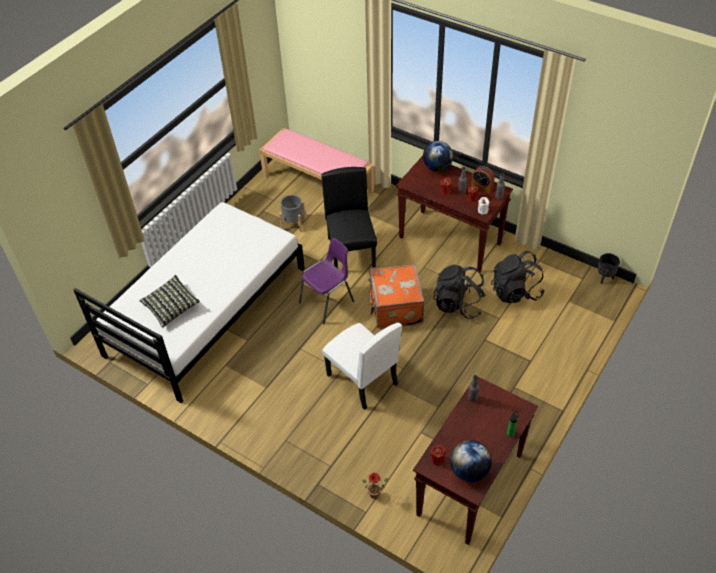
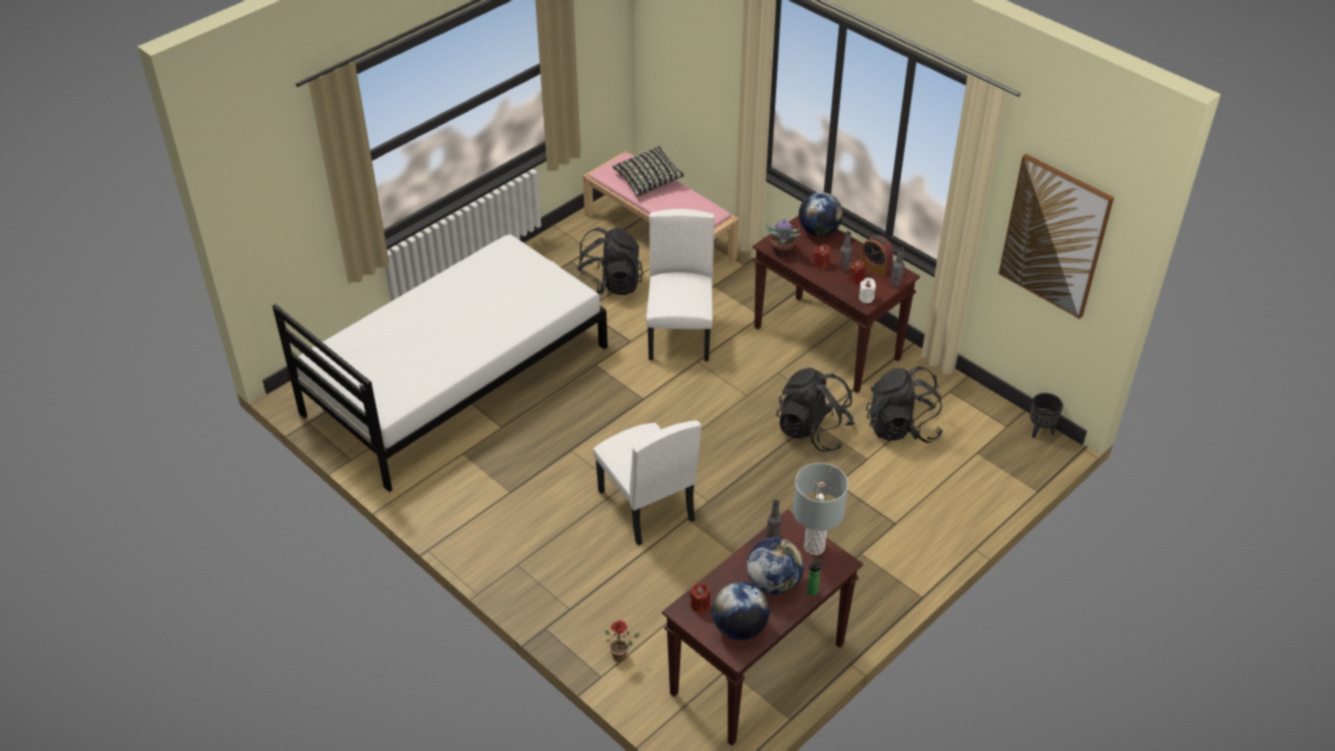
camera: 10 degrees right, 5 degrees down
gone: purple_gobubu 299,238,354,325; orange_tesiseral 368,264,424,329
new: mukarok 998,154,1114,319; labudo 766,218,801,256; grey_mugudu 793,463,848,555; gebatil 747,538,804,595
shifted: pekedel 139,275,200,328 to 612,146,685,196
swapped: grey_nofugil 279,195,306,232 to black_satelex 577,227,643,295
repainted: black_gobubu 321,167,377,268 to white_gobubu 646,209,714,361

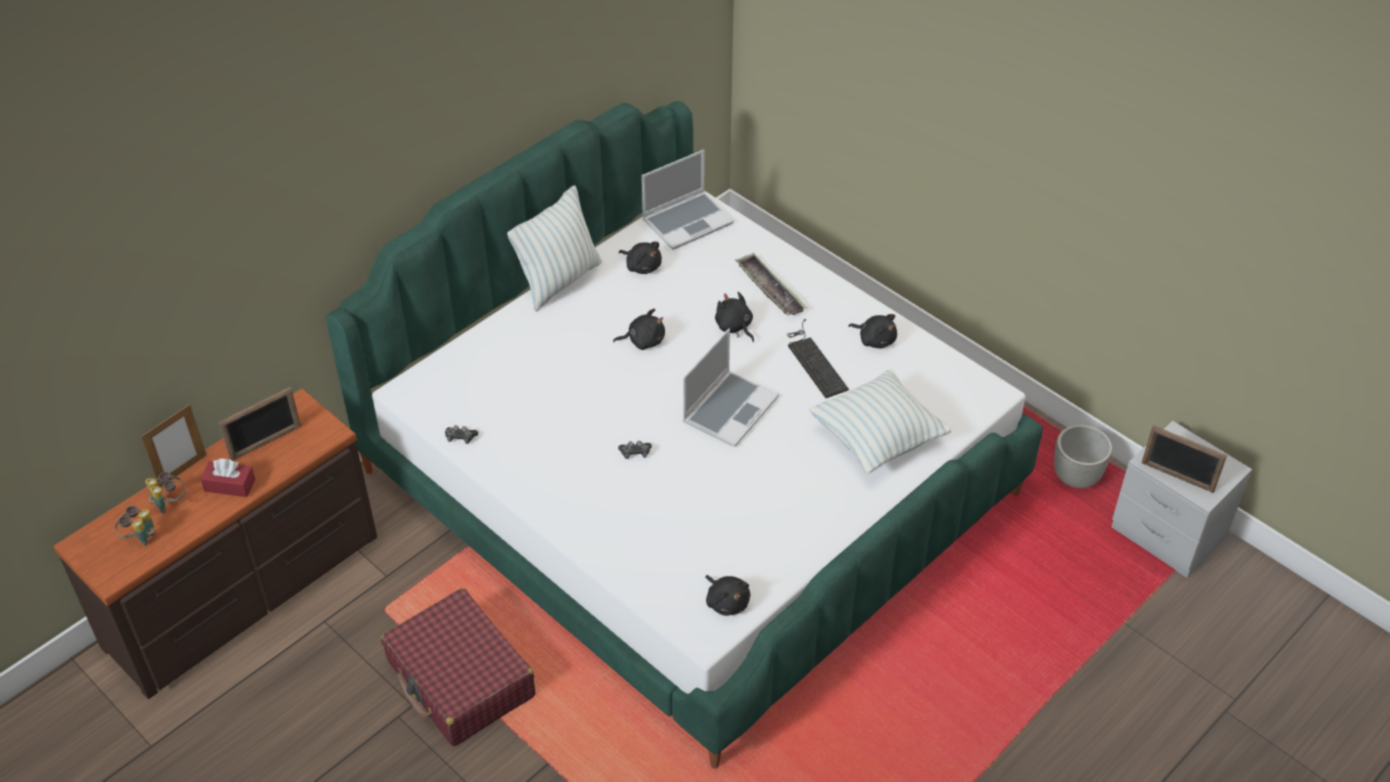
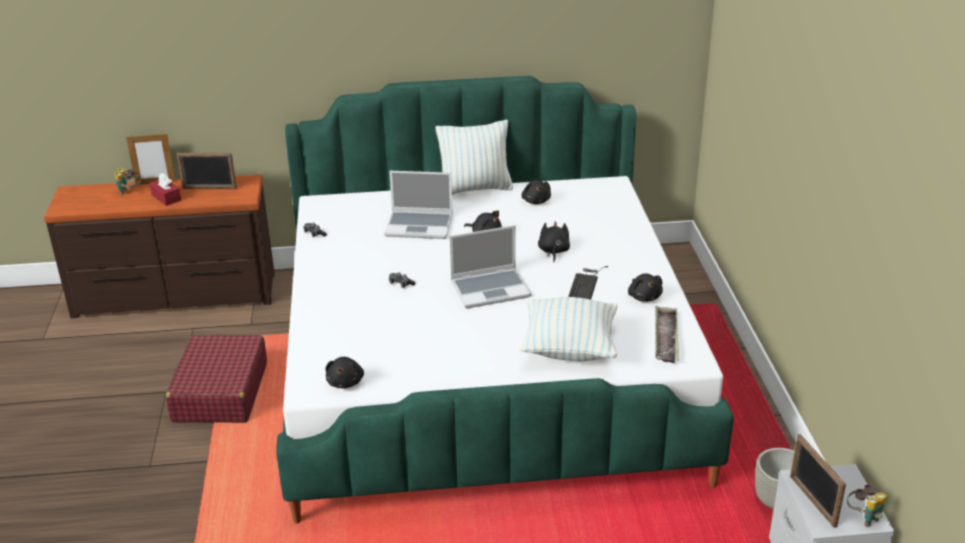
camera: 40 degrees right, 15 degrees down
shifted: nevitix 642,150,734,250 to 384,171,453,239; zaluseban 735,253,807,316 to 655,306,679,363; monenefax 115,506,155,546 to 847,484,887,527

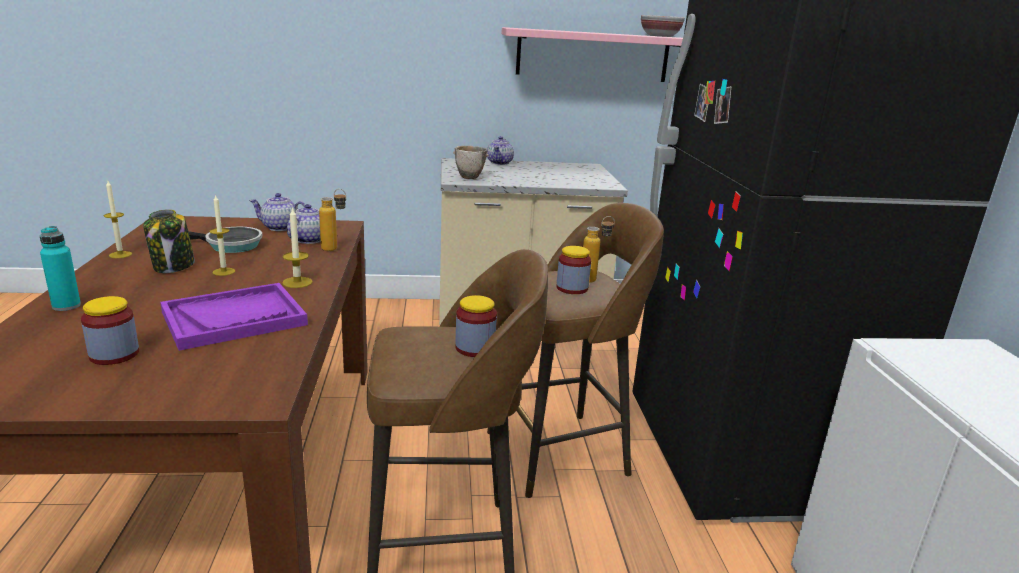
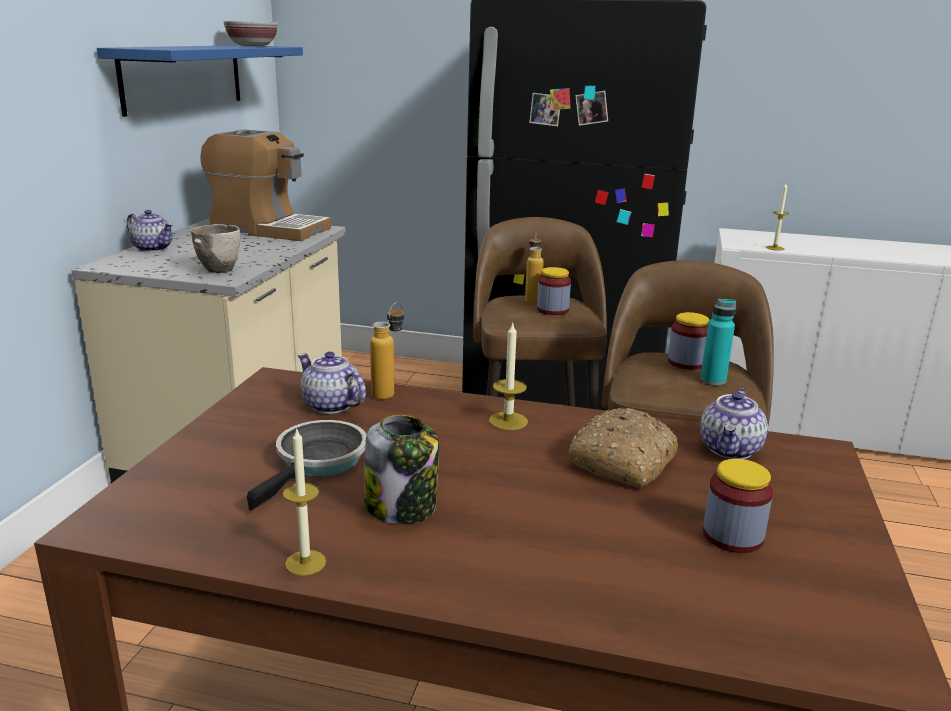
camera: 70 degrees left, 0 degrees up
new: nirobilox 200,129,331,241
shifted: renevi 249,193,306,231 to 700,388,768,459; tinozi 209,194,235,276 to 766,184,789,251; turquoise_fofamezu 40,226,81,311 to 700,299,736,385
swapped: purple_zaluseban 160,283,308,351 to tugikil 568,408,678,488
repainted: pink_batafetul 501,27,683,82 to blue_batafetul 97,45,303,117

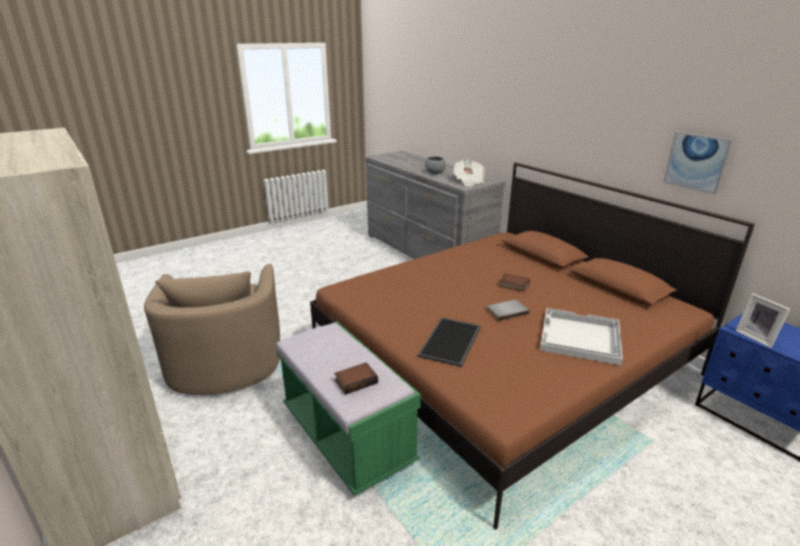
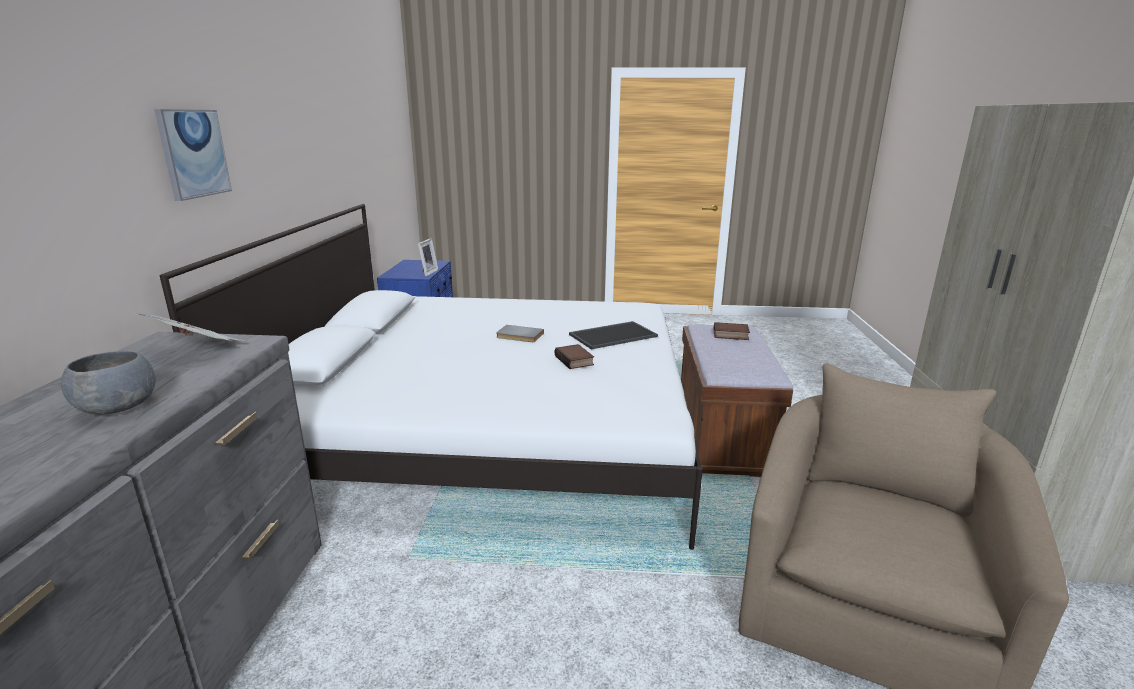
camera: 140 degrees left, 5 degrees down
gone: white_zaluseban 540,308,623,365
shifted: mukarok 664,132,733,194 to 154,109,232,201; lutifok 499,274,530,292 to 555,344,594,369
repainted: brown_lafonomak 310,162,755,530 to white_lafonomak 159,204,703,550; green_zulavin 276,321,421,496 to brown_zulavin 681,325,793,477

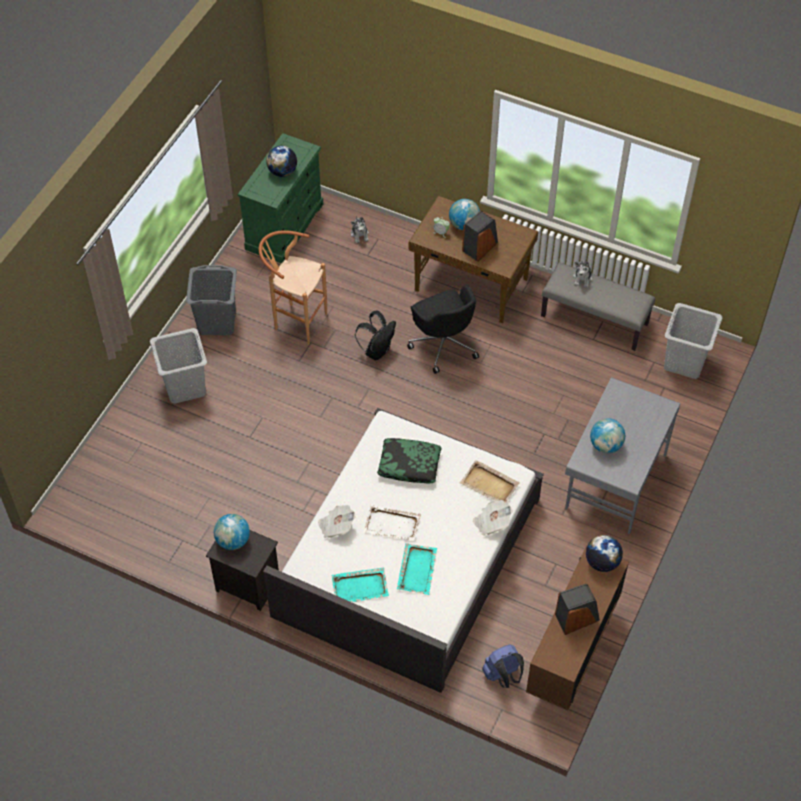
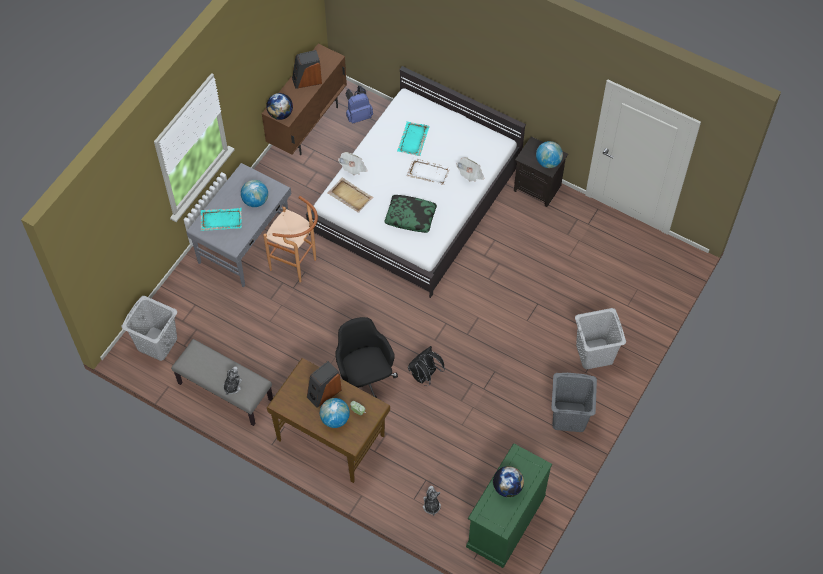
camera: 175 degrees left, 5 degrees up
shifted: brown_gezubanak 259,230,327,344 to 263,196,318,283; turquoise_zaluseban 331,567,389,602 to 201,208,242,231

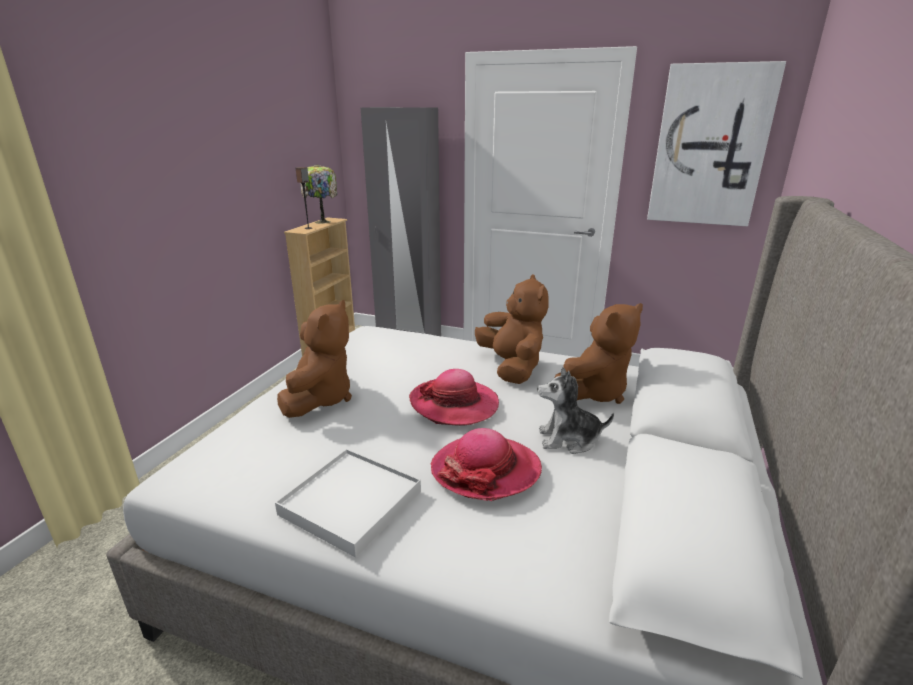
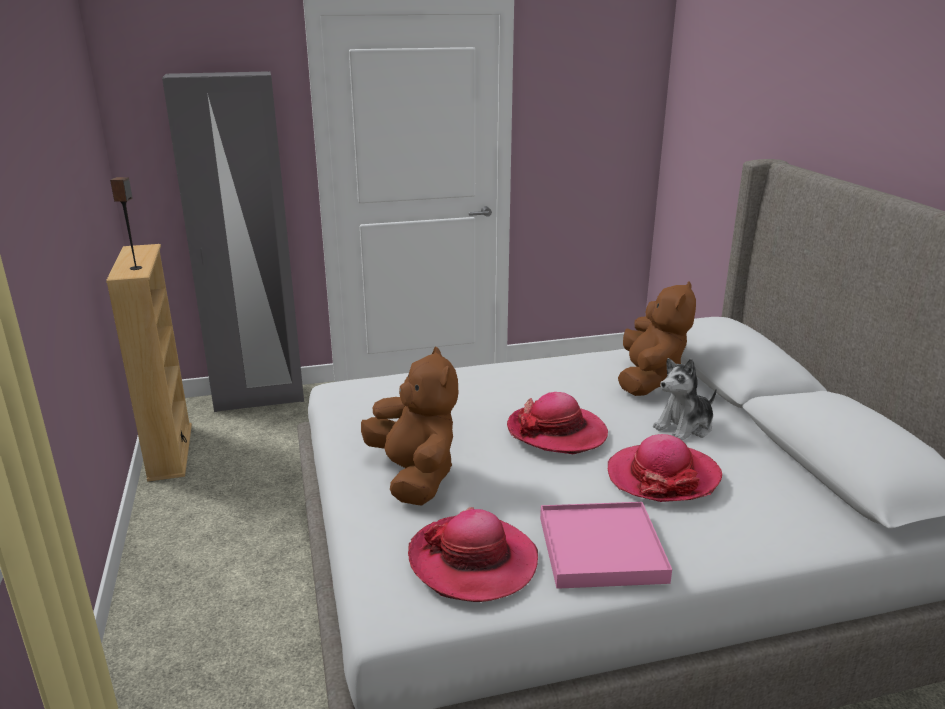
camera: 35 degrees left, 0 degrees up
gone: mukarok 647,61,786,226; mugudu 300,164,337,224; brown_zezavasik 475,274,549,384
new: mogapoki 408,507,538,602
repainted: white_zaluseban 275,449,421,557 to pink_zaluseban 540,502,672,589

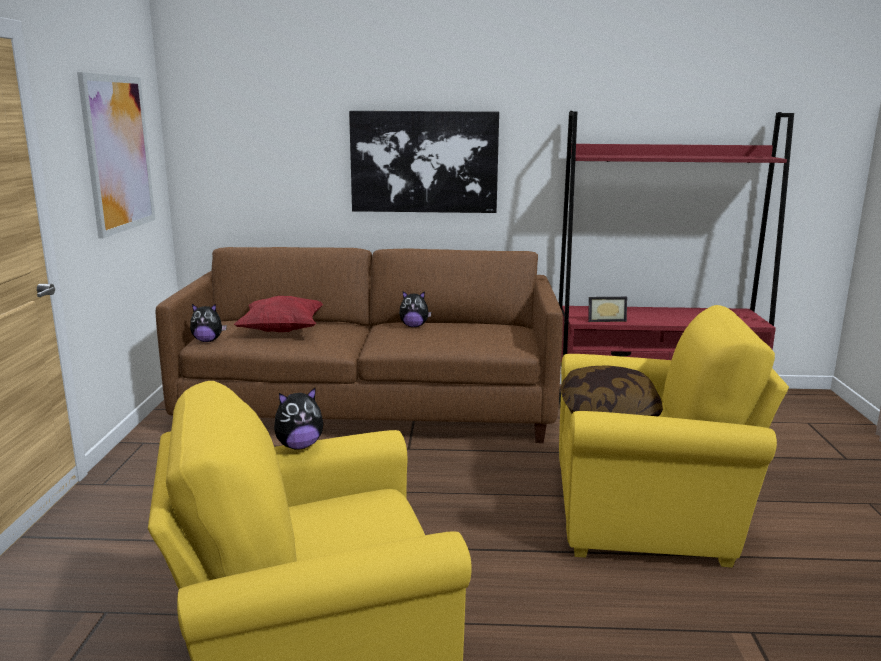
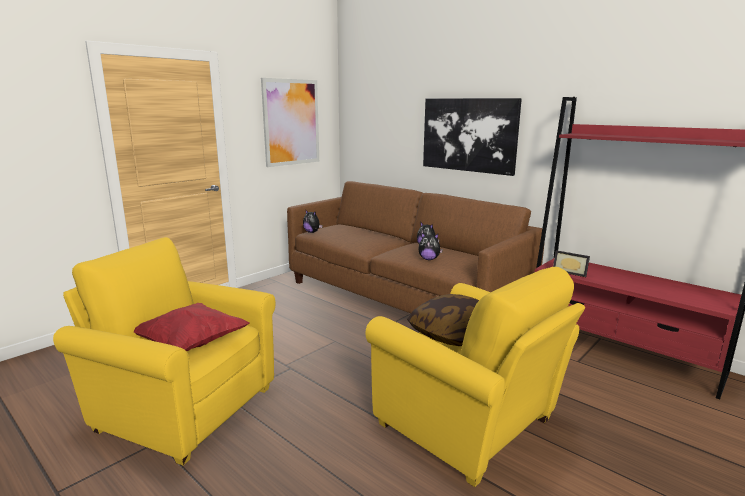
camera: 40 degrees right, 0 degrees up
shifted: red_pekedel 234,296,323,332 to 134,303,250,351; zezavasik 274,387,323,450 to 418,233,443,260

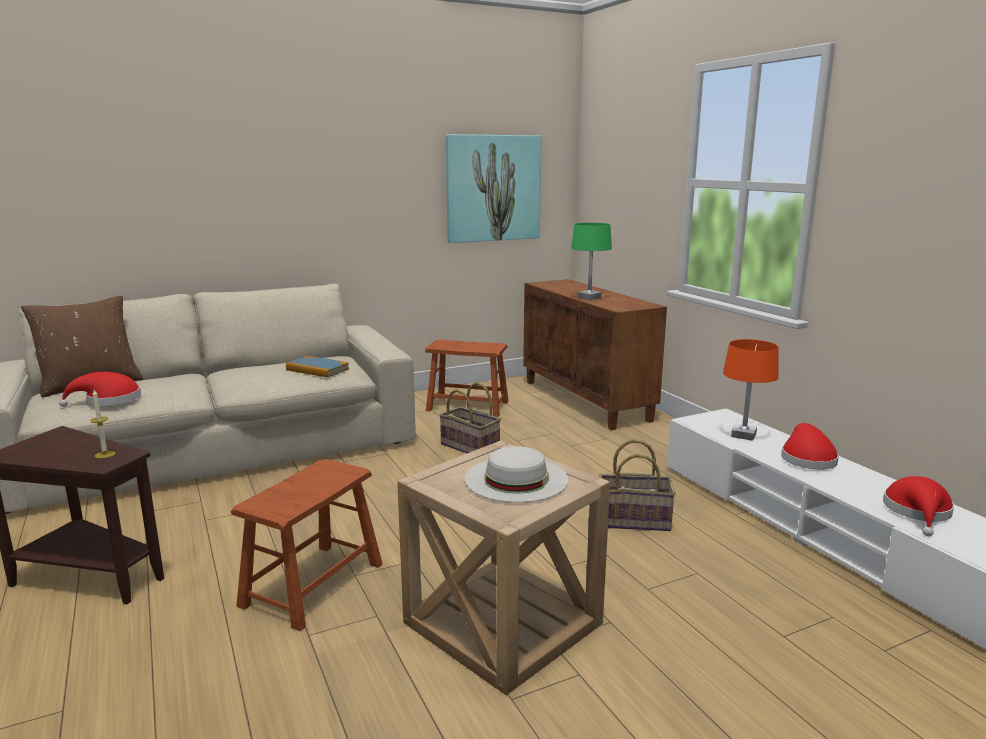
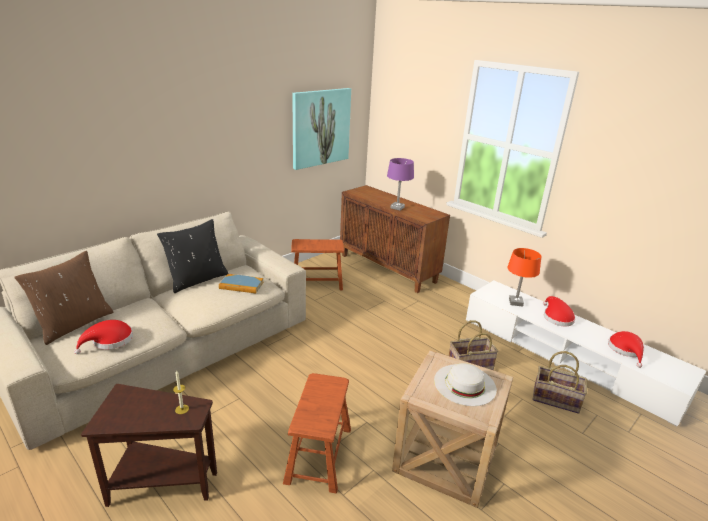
camera: 20 degrees left, 10 degrees up
new: black_pekedel 157,219,228,293
shifted: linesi 439,382,501,453 to 533,351,587,414
repainted: green_mugudu 571,223,612,300 to purple_mugudu 387,158,414,211

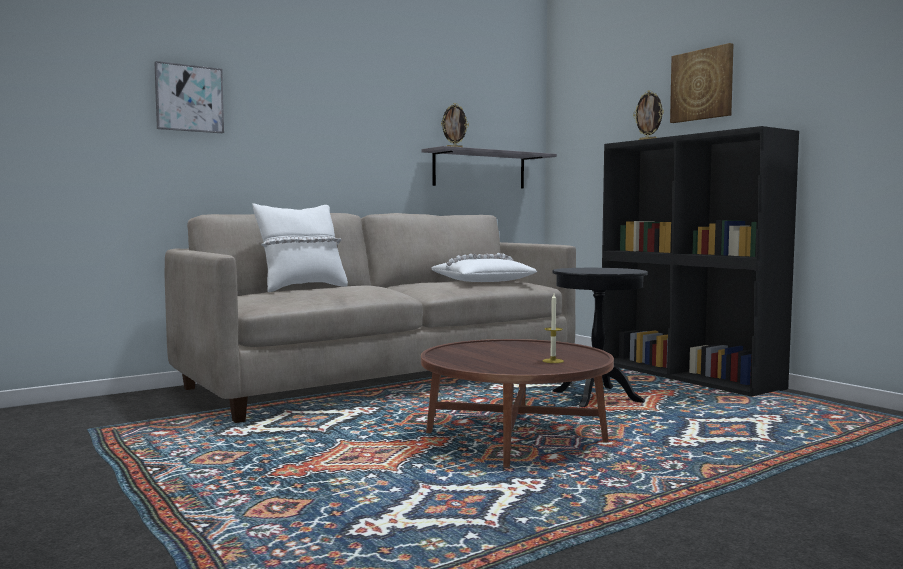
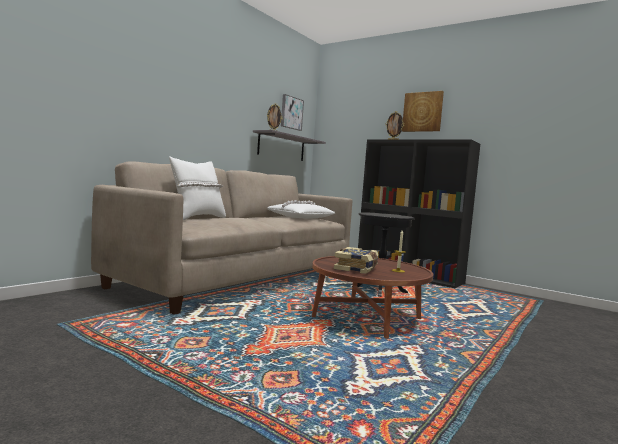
camera: 20 degrees left, 0 degrees up
new: lutifok 334,247,378,274
shifted: mukarok 154,61,224,133 to 281,94,304,131

